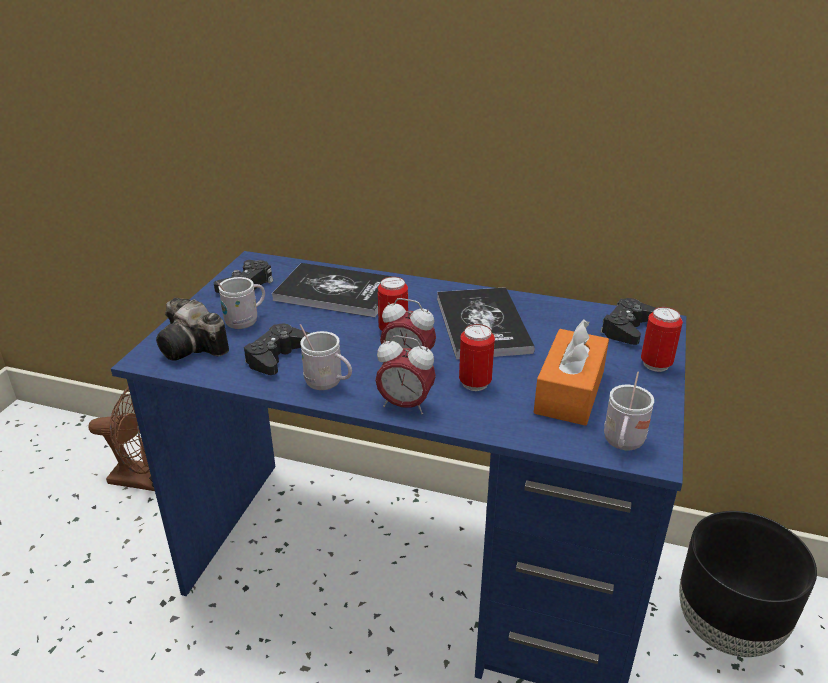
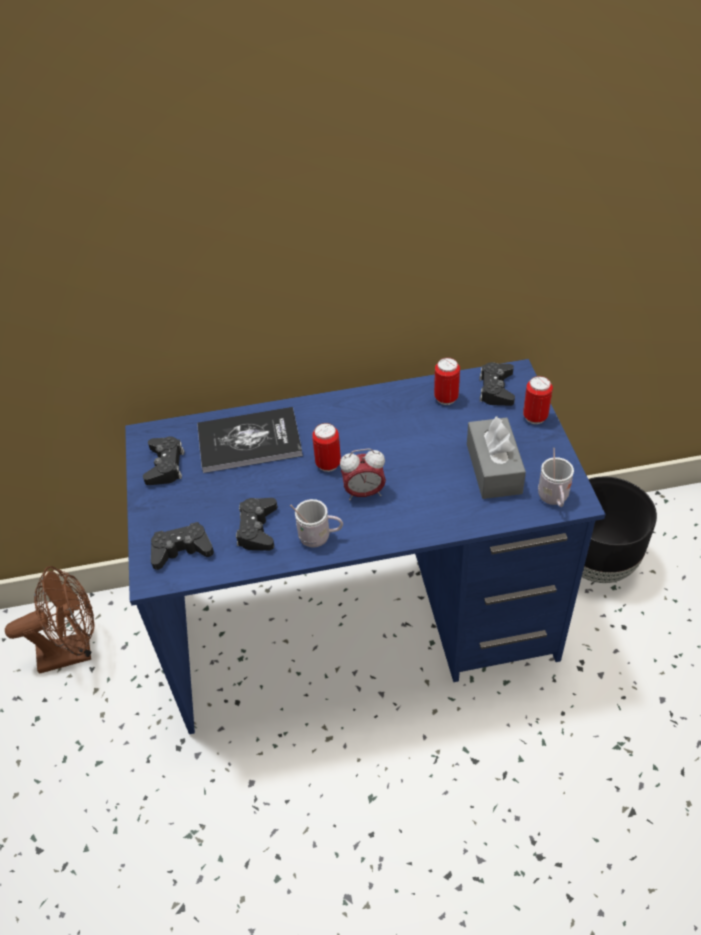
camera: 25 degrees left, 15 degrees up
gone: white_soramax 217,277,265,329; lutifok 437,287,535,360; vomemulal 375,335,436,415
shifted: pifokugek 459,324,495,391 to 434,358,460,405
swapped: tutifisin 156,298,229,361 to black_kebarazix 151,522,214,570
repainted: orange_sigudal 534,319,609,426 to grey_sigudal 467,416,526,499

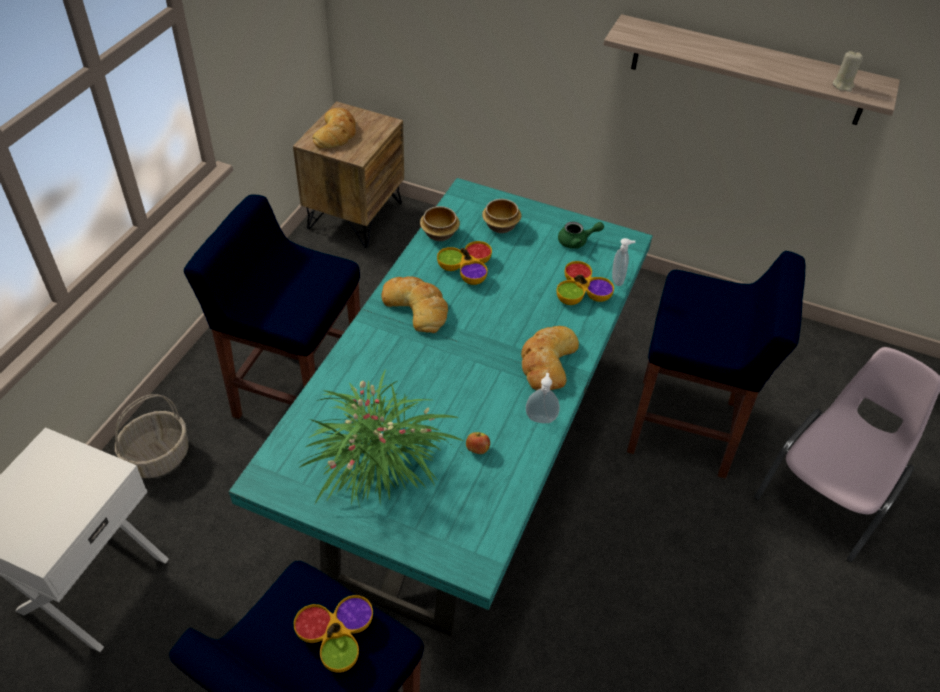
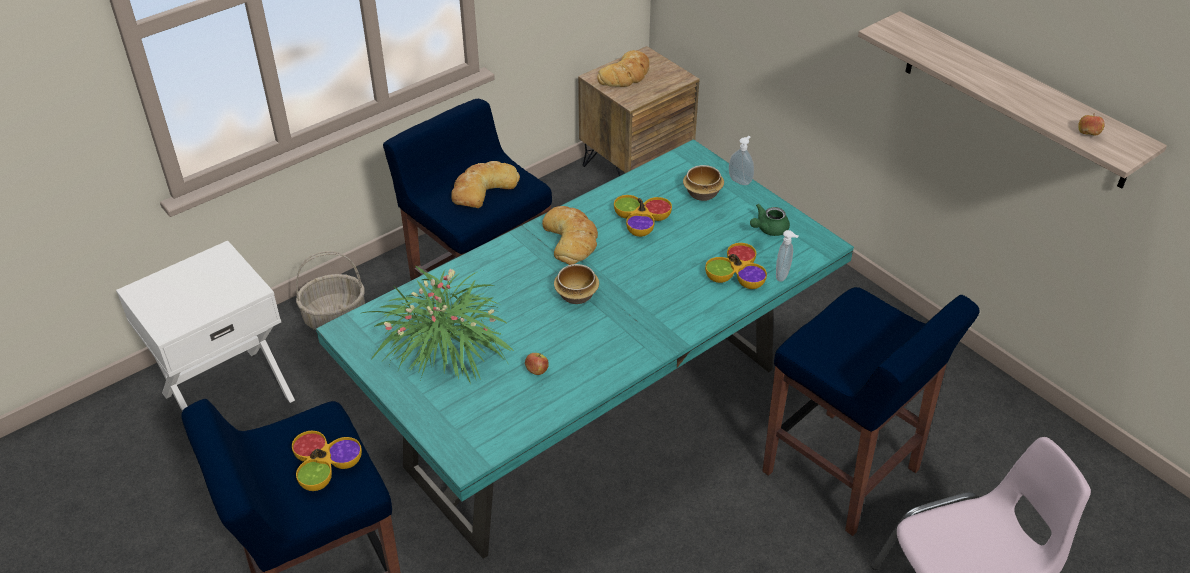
camera: 30 degrees right, 5 degrees down
shifted: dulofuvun 420,206,460,241 to 554,264,599,304; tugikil 521,326,579,390 to 451,161,520,208; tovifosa 526,373,559,423 to 729,136,754,185
swapped: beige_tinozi 832,51,863,92 to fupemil 1078,114,1105,136
rotated: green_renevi 558,222,604,249 = 750,204,790,236 120 degrees clockwise

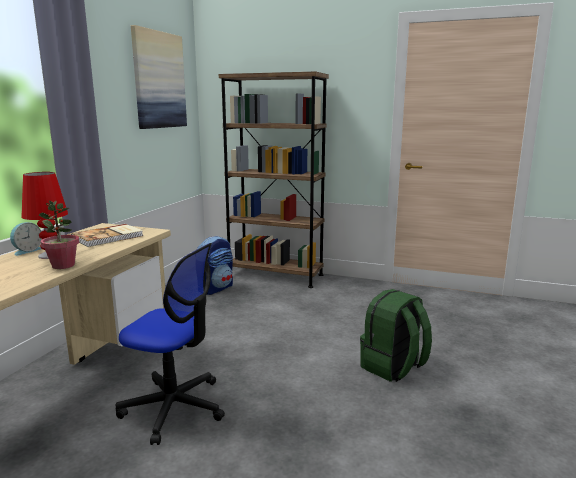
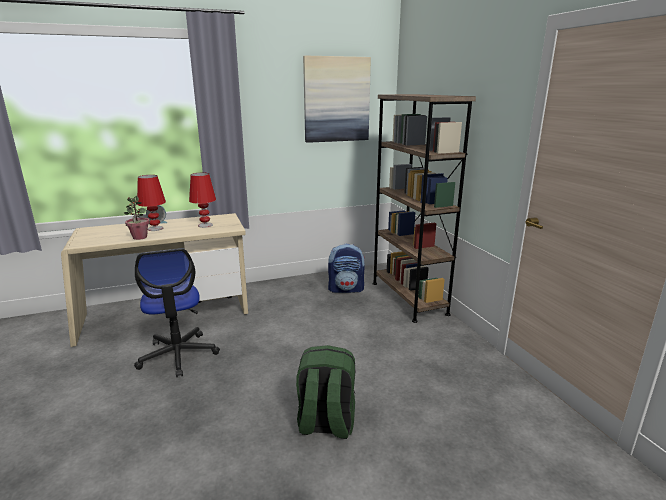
camera: 50 degrees right, 5 degrees up
swapped: lutifok 71,224,143,247 to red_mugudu 189,173,216,228

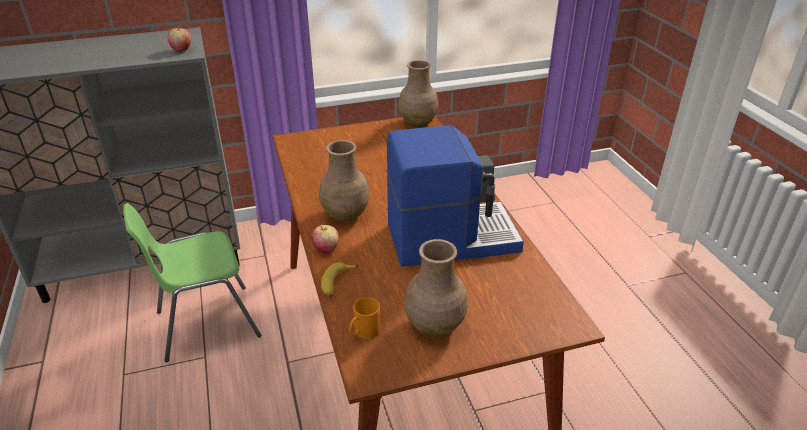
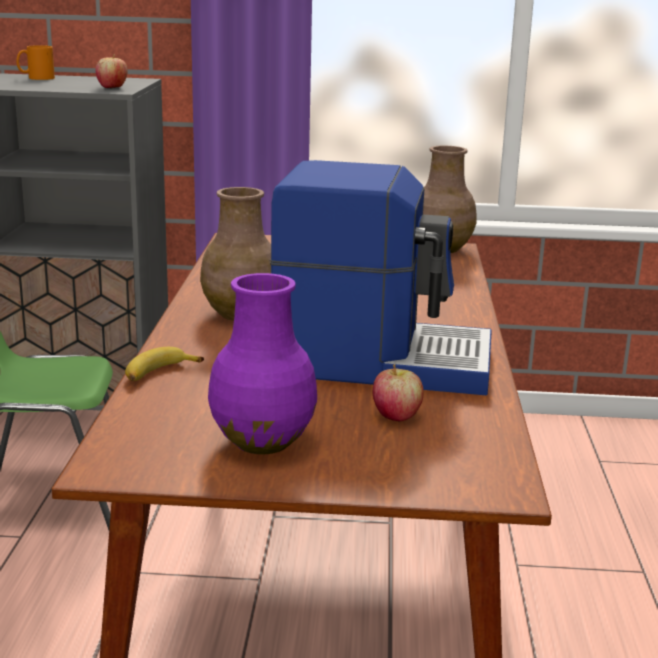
camera: 20 degrees right, 15 degrees down
shifted: fupemil 312,225,339,253 to 373,364,424,421; orange_soramax 349,297,381,339 to 16,45,55,80
repainted: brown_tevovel 405,239,467,337 to purple_tevovel 208,273,317,455

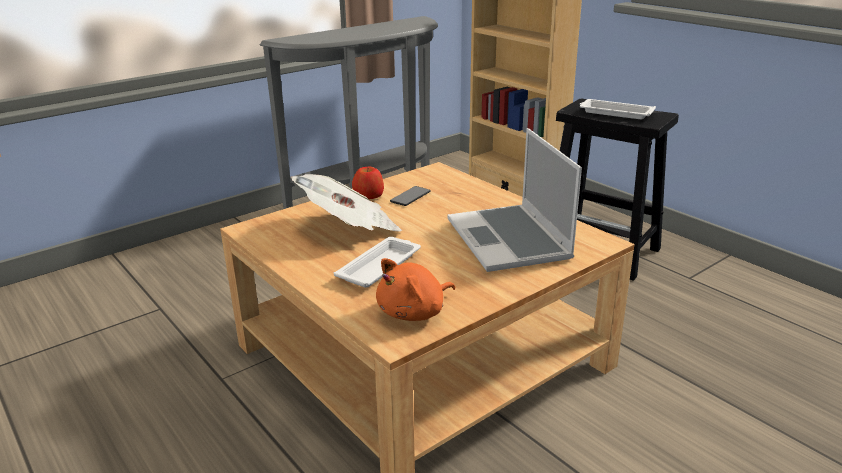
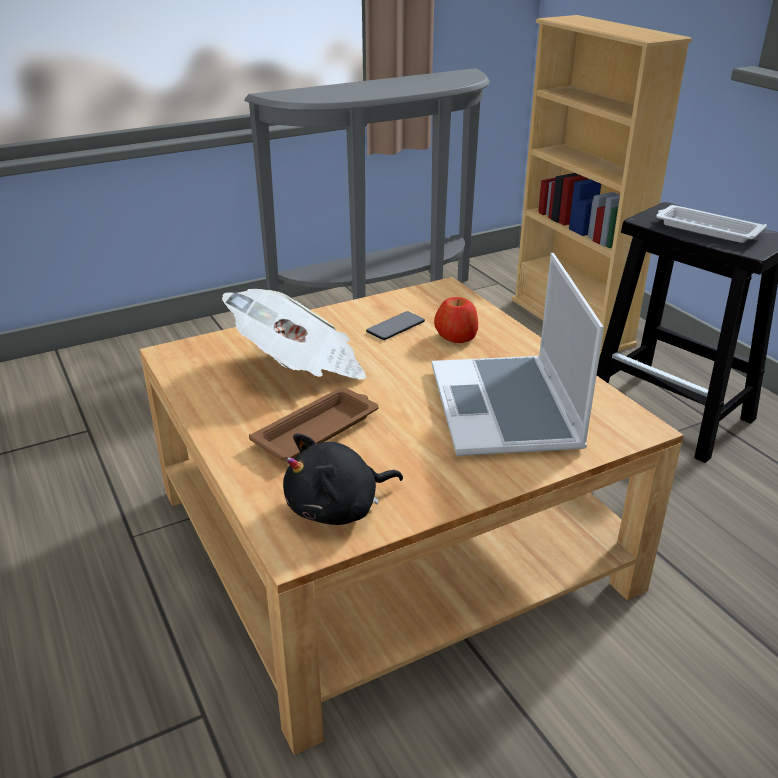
camera: 10 degrees right, 5 degrees up
shifted: fupemil 352,167,384,199 to 434,297,478,343
repainted: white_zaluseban 334,237,421,288 to brown_zaluseban 249,387,379,461; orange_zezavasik 376,258,455,321 to black_zezavasik 283,434,403,525

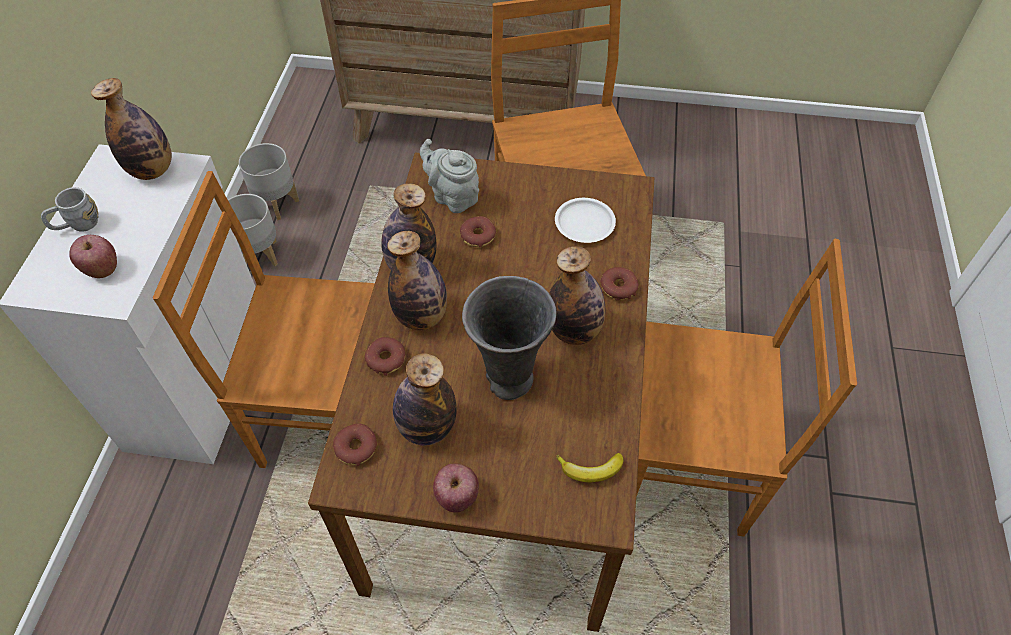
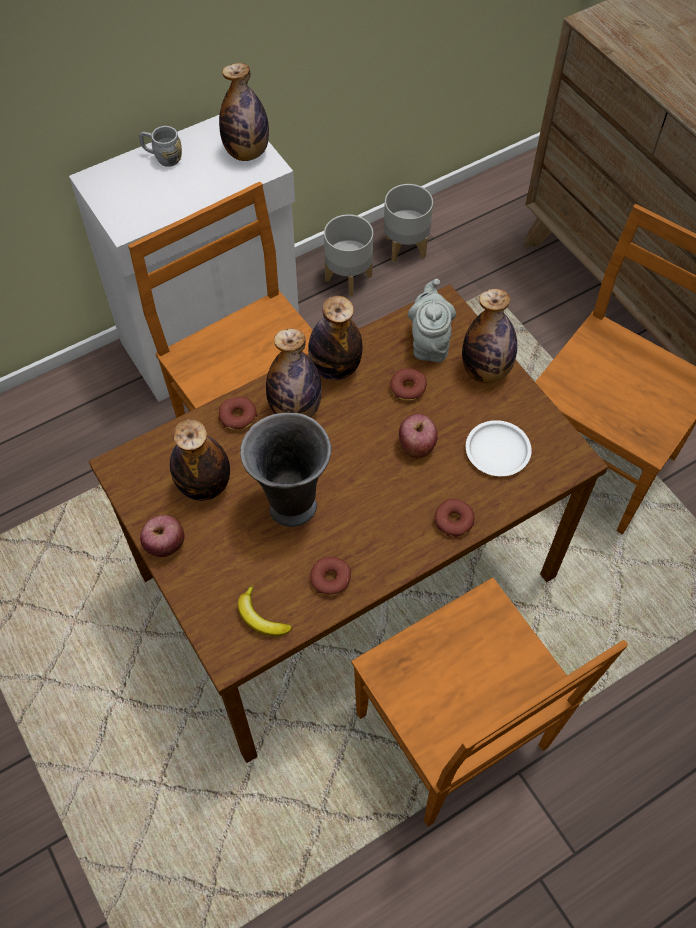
camera: 50 degrees right, 5 degrees up
shifted: fupemil 69,235,117,278 to 399,414,438,458; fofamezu 549,246,605,345 to 462,289,517,384; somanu 333,423,377,466 to 310,557,351,595

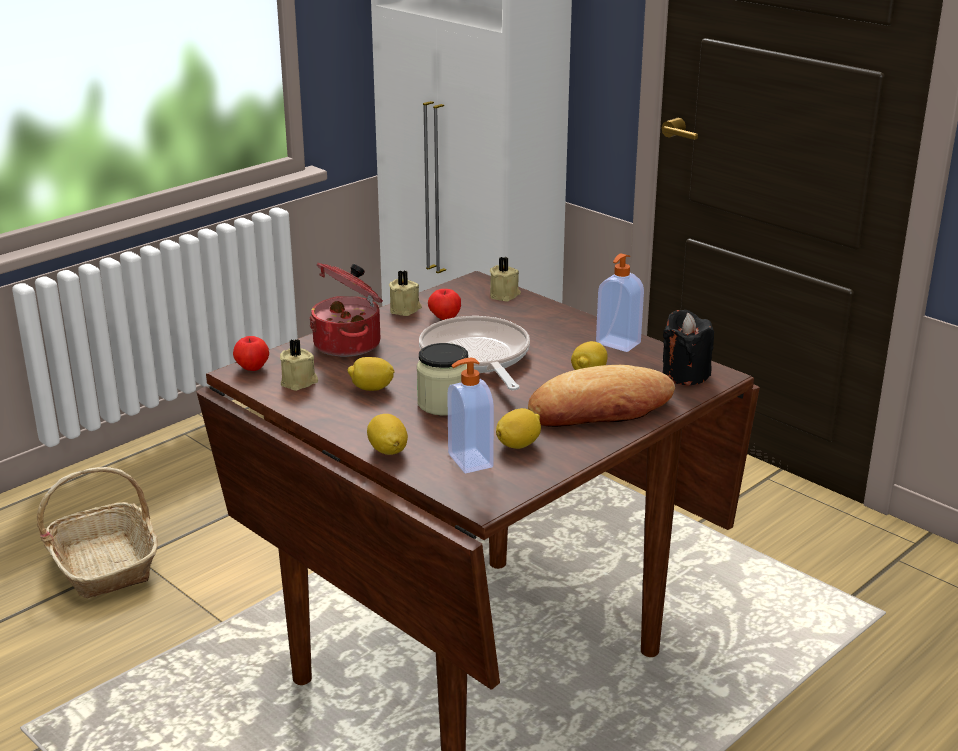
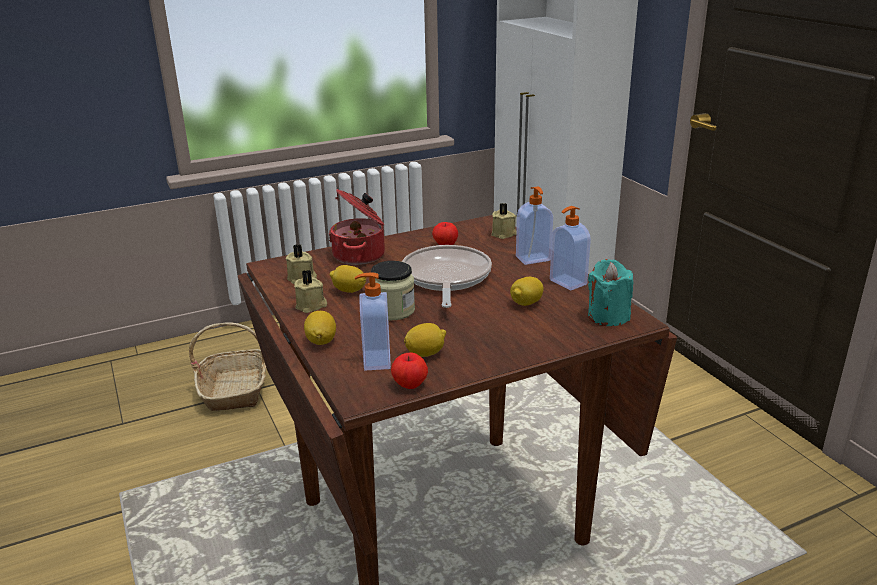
camera: 20 degrees right, 0 degrees up
gone: tugikil 528,365,675,427
new: tovifosa 516,186,553,265
shifted: beige_tinozi 389,270,422,316 to 294,270,327,313; fupemil 233,336,269,371 to 391,352,428,389
repainted: black_tinozi 663,310,714,386 to turquoise_tinozi 588,259,633,326

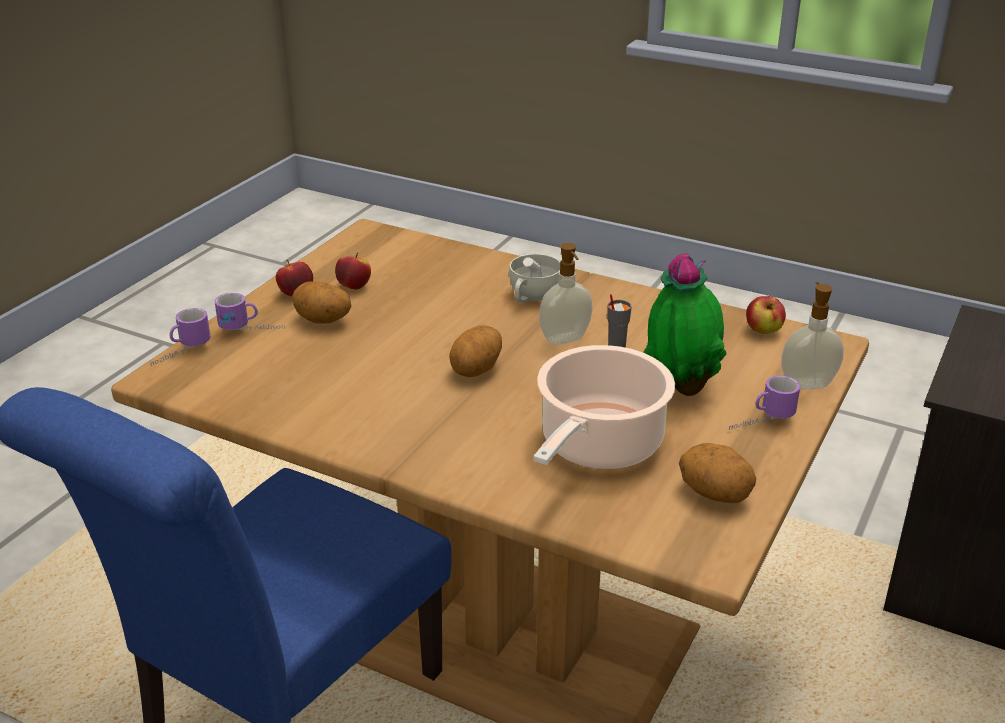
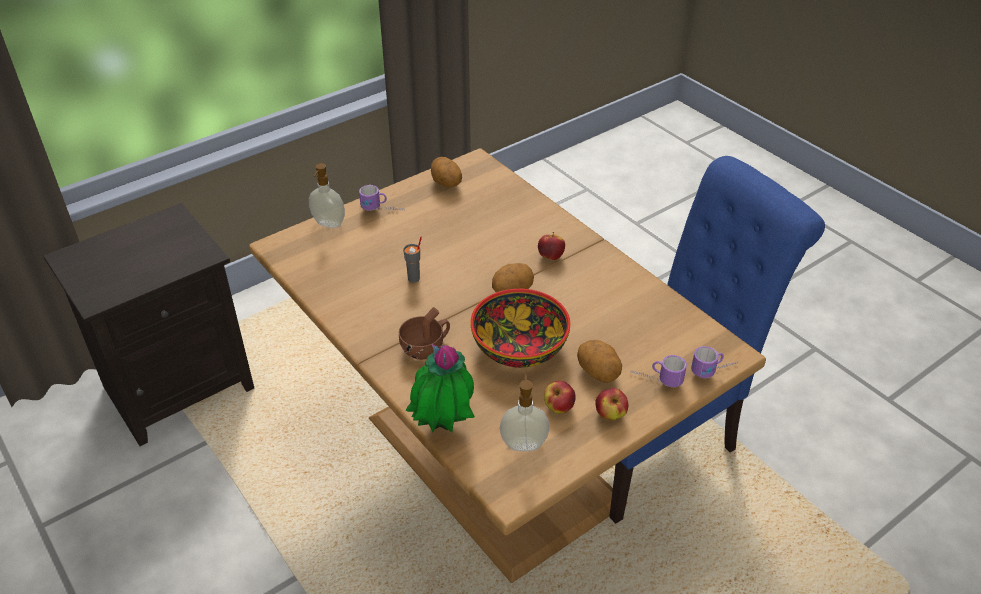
camera: 155 degrees left, 10 degrees up
gone: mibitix 534,345,675,469
new: dulofuvun 471,289,571,368
shifted: tovifosa 539,243,593,345 to 500,375,550,451; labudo 643,253,727,396 to 406,344,475,432; fupemil 746,296,786,334 to 538,232,565,260
repainted: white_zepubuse 509,254,560,303 to brown_zepubuse 399,307,450,360

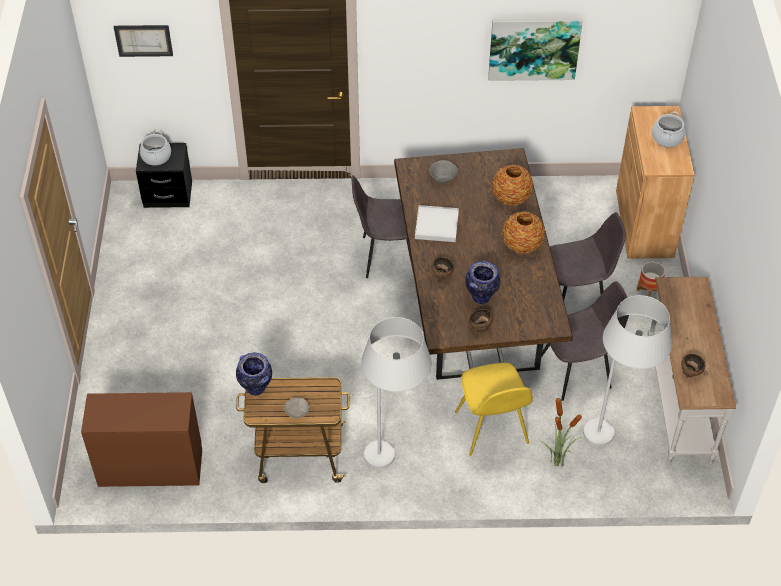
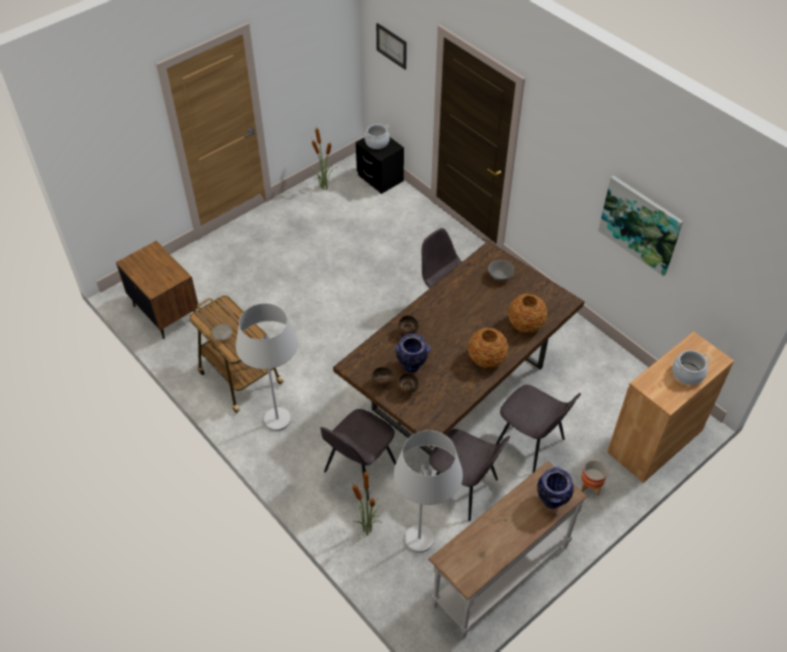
camera: 50 degrees right, 0 degrees up
gone: white_zaluseban 415,205,459,242
new: labudo 311,127,337,190
shifted: tevovel 236,353,272,396 to 537,467,574,509; brown_dulofuvun 681,354,705,377 to 397,373,419,394
swapped: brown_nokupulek 81,392,202,487 to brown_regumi 116,241,198,339
repainted: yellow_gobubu 455,363,533,456 to grey_gobubu 320,409,396,500

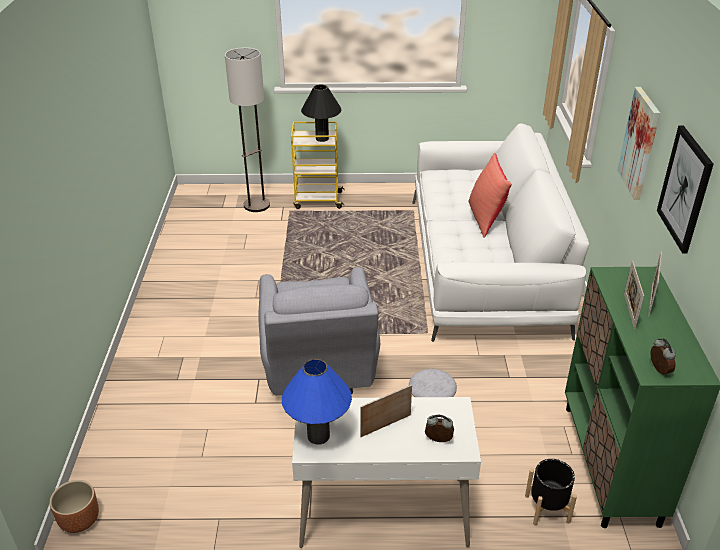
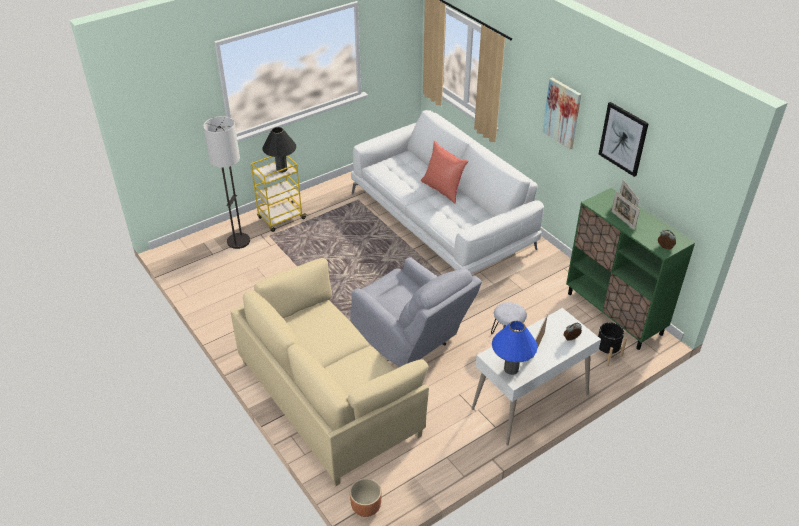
camera: 35 degrees left, 5 degrees up
new: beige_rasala 230,258,429,486

